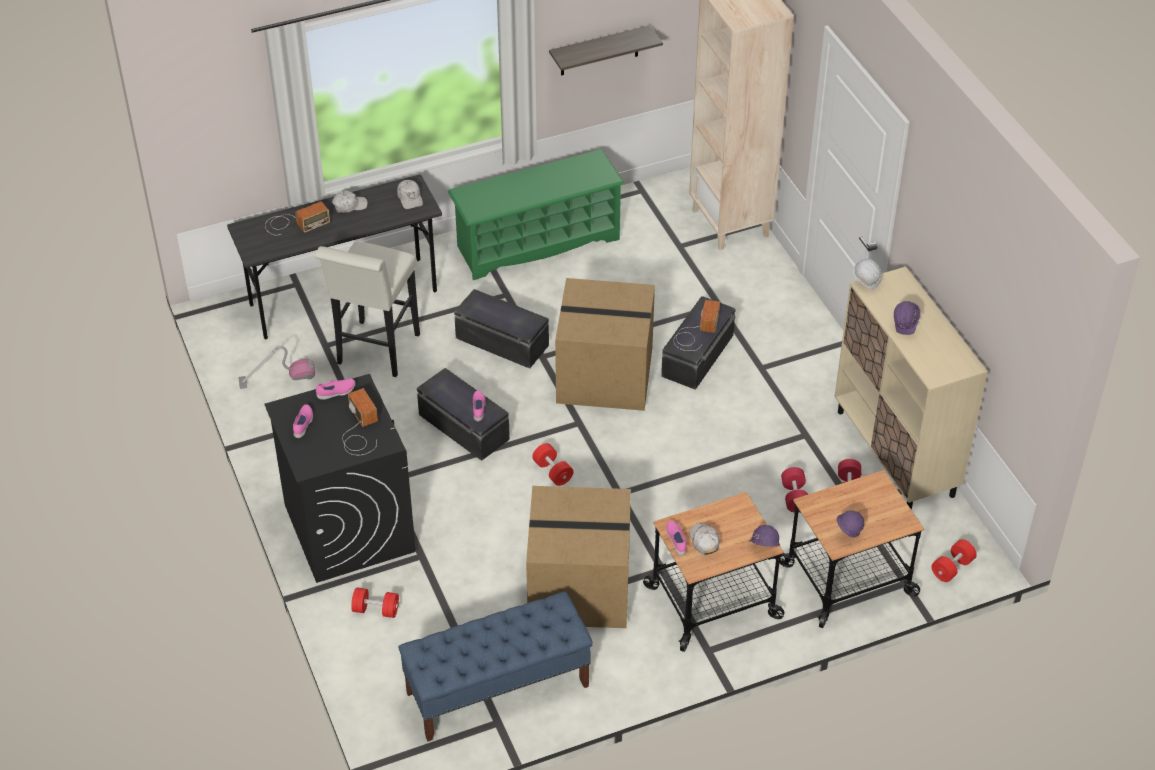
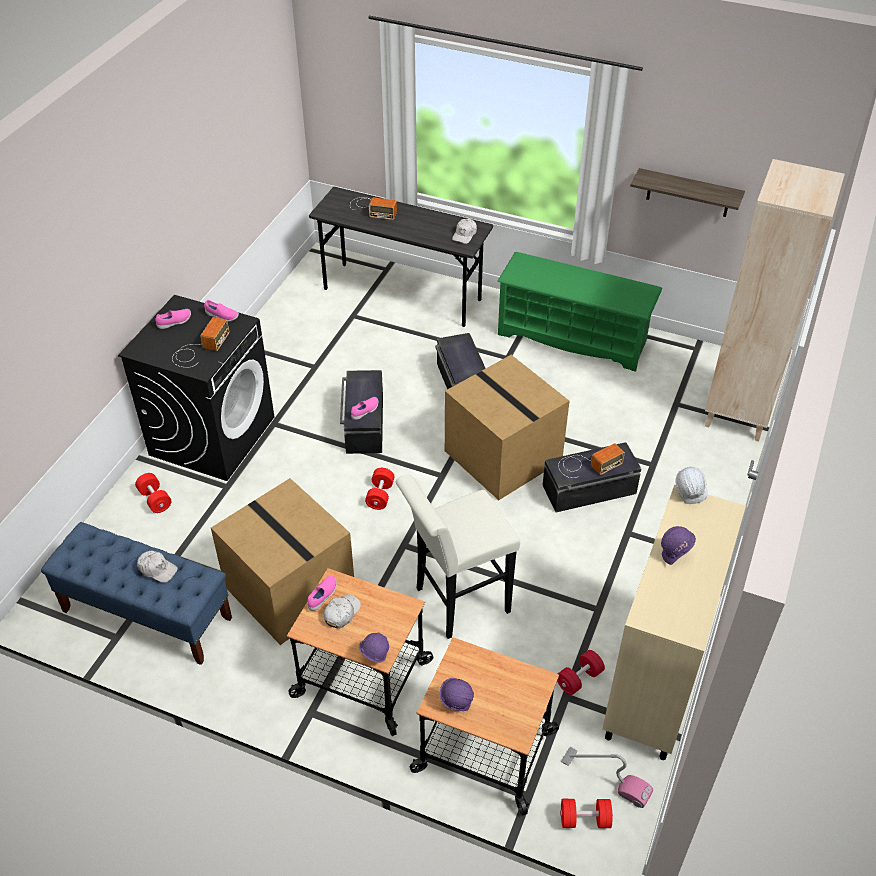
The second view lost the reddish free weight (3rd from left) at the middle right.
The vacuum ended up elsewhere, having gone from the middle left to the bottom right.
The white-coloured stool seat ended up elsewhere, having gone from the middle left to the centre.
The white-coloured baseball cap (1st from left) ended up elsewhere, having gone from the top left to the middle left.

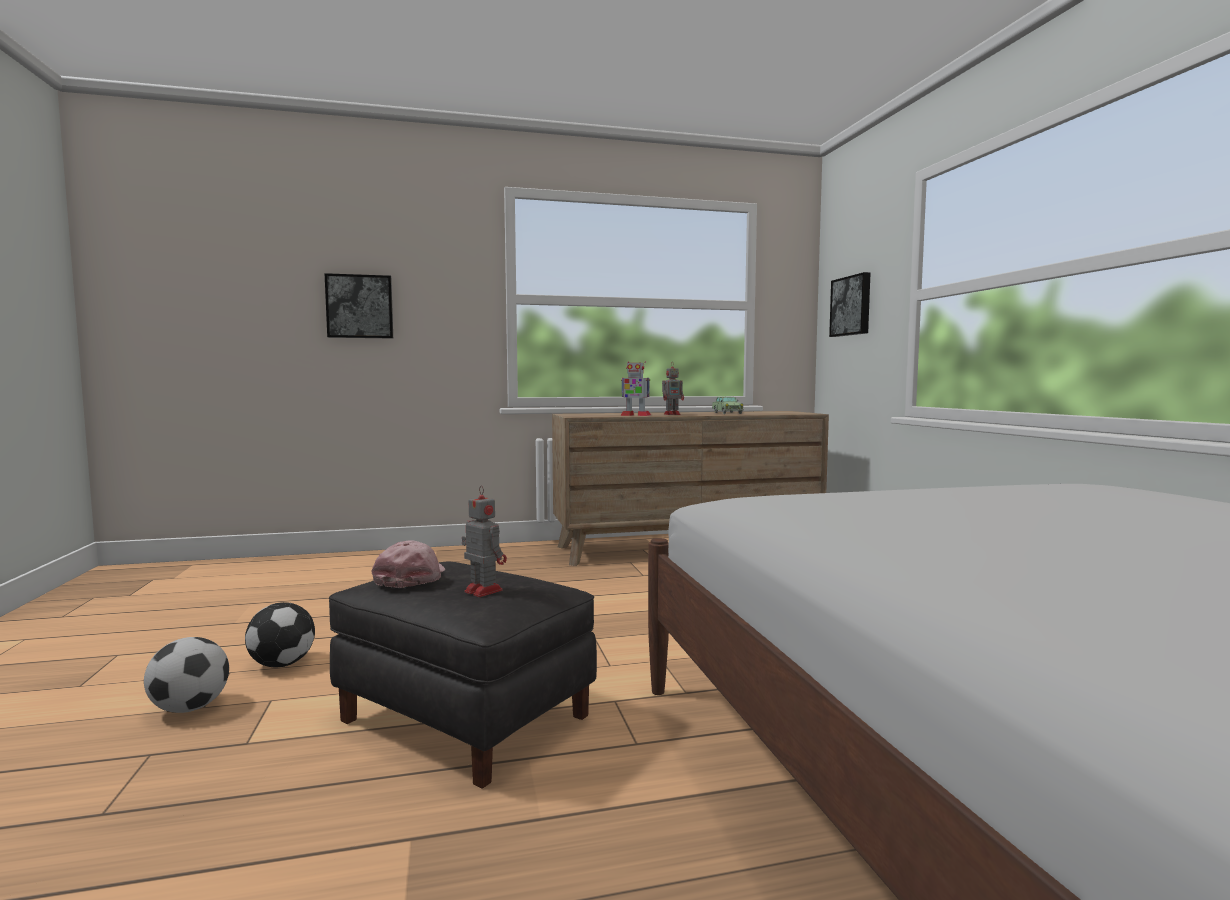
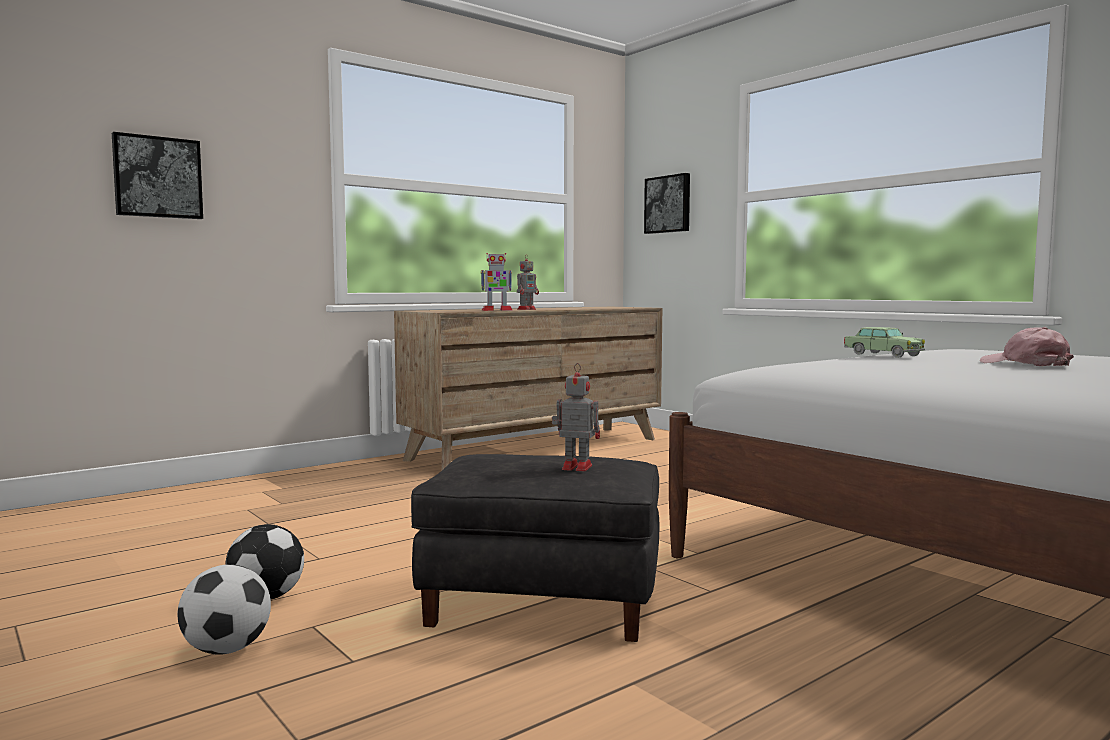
The pink-coloured baseball cap ended up elsewhere, having gone from the middle left to the middle right.
The model car ended up elsewhere, having gone from the centre to the middle right.

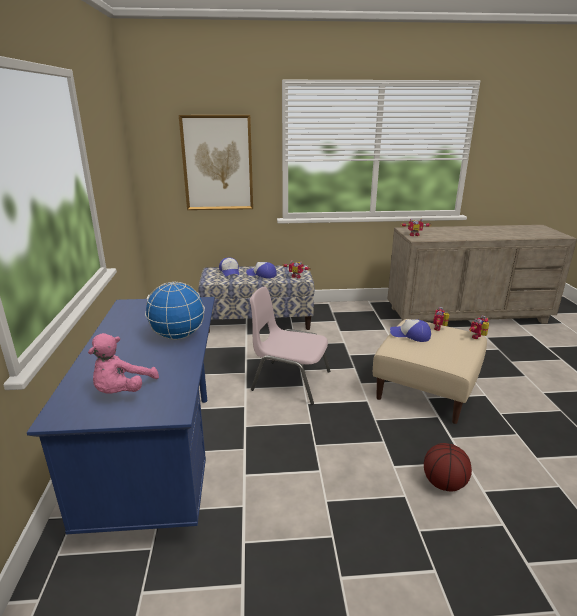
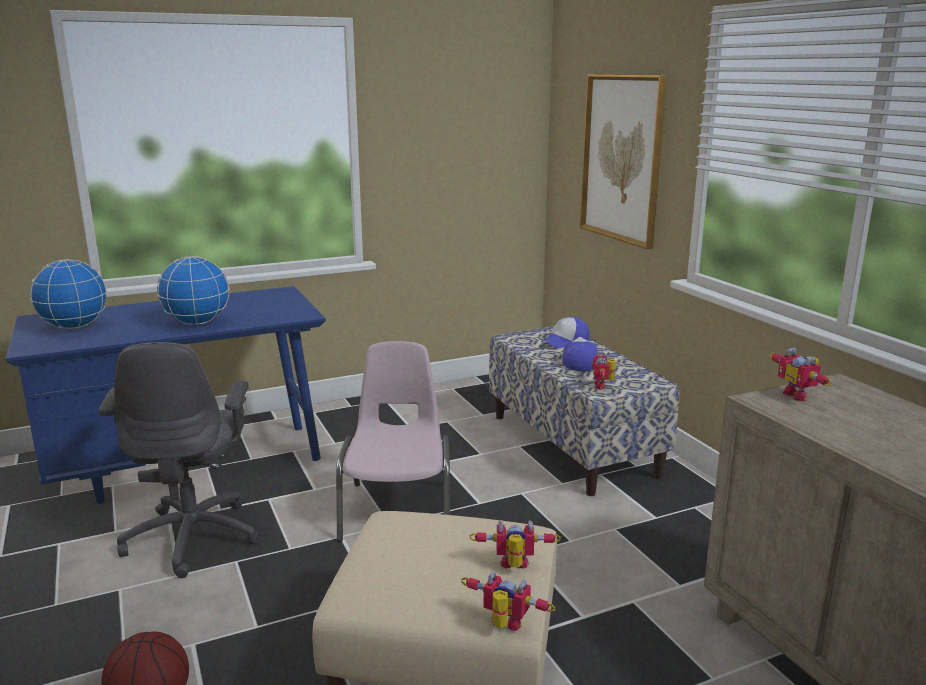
The second view lost the baseball cap (3rd from left) at the middle right.
The second view gained the gray computer chair at the bottom left.
Where the pink-coloured plush toy stood at the middle left, the desk globe (1st from left) came to stand at the middle left.

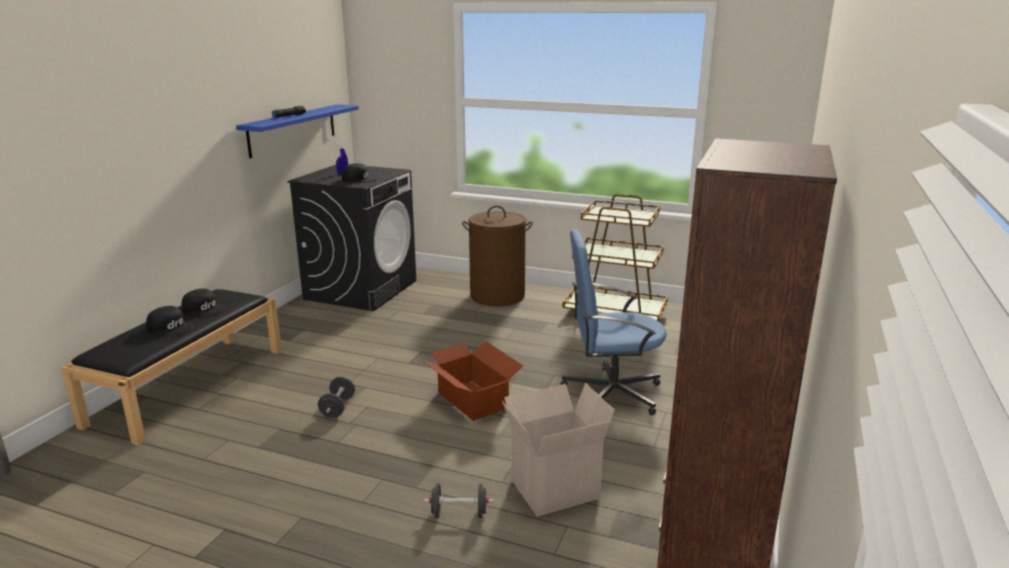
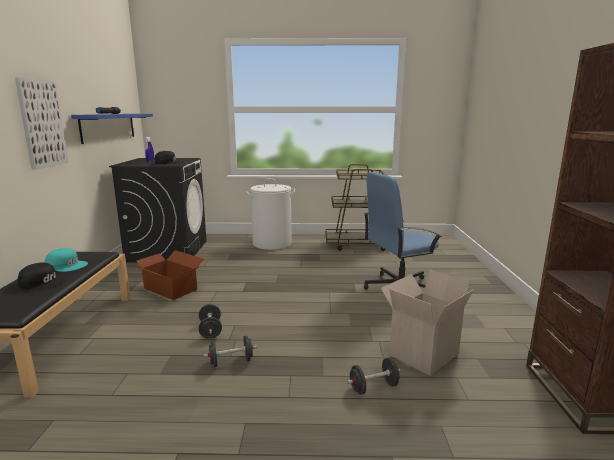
The second view gained the wall art at the top left.
The second view gained the black-coloured free weight (2nd from left) at the bottom centre.
The carton (1st from left) ended up elsewhere, having gone from the bottom centre to the middle left.
What was the black-coloured baseball cap (2nd from left) at the middle left turned into the blue-green baseball cap at the middle left.
What was the brown hamper at the centre turned into the white-coloured hamper at the centre.

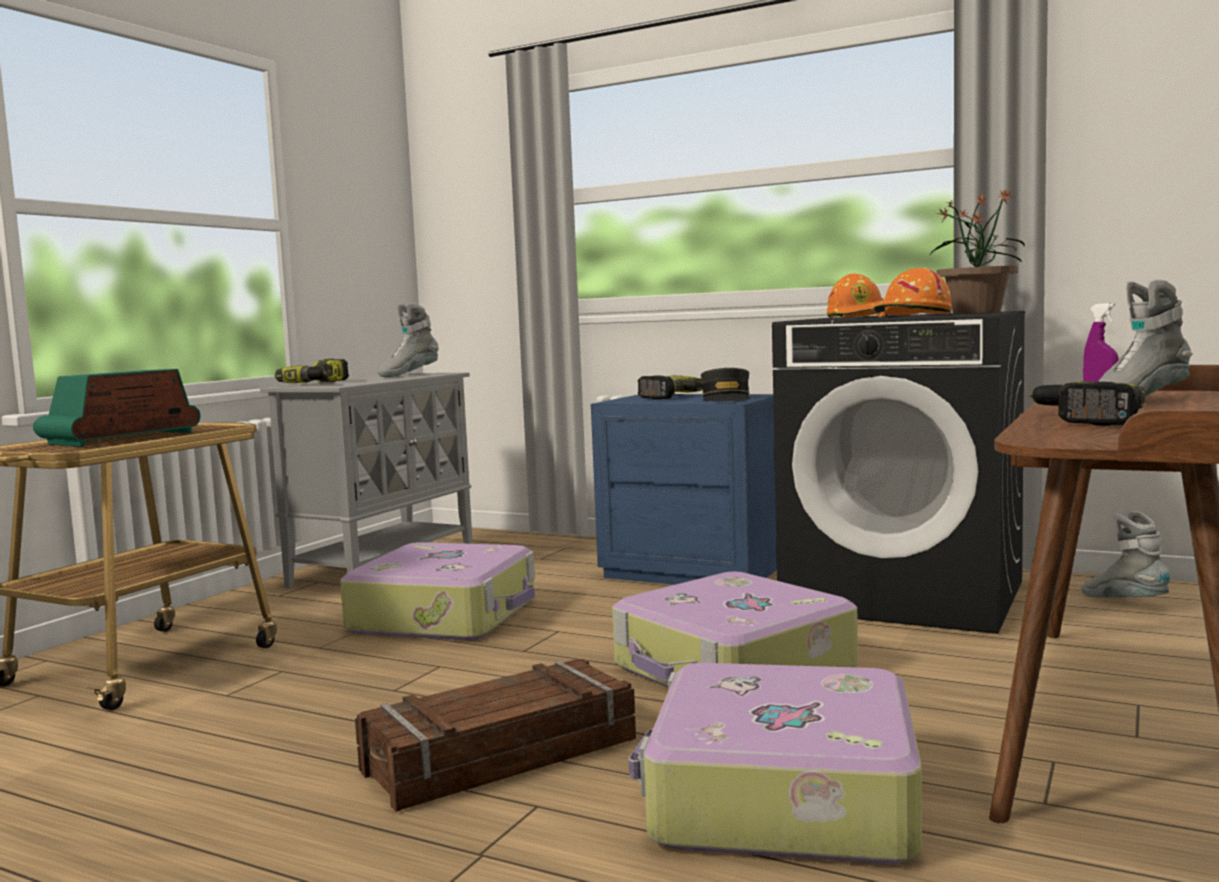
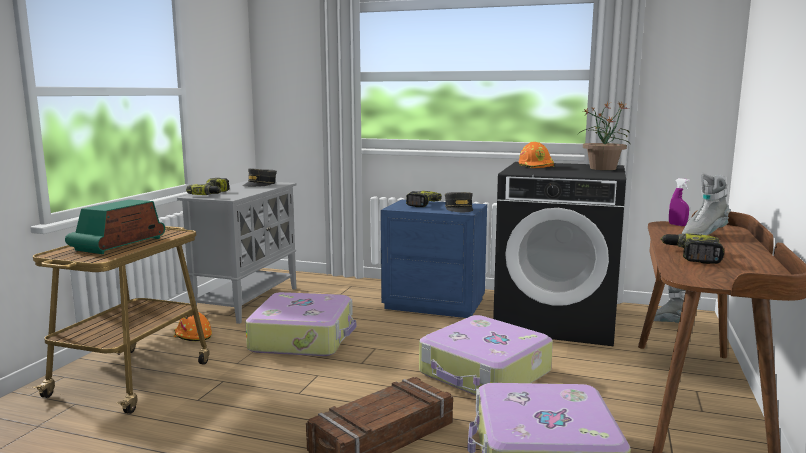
The orange-coloured safety helmet (2nd from left in the first image) ended up elsewhere, having gone from the top right to the bottom left.
Where the gray boot (1st from left) stood at the centre, the gray baseball cap (1st from left) came to stand at the middle left.

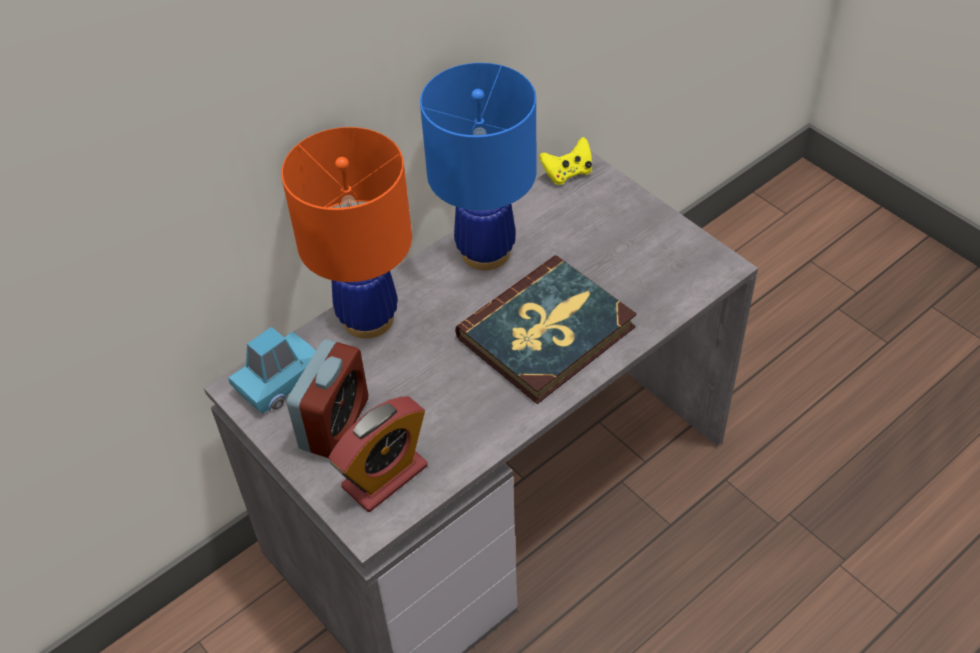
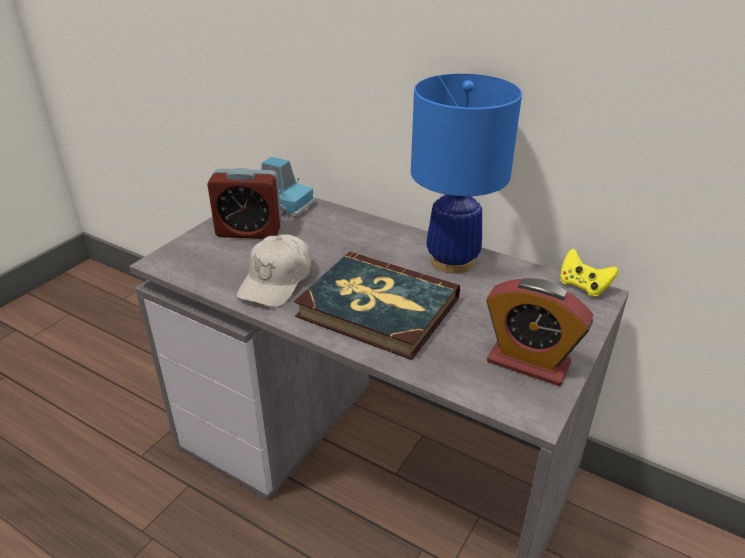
The second view lost the orange-coloured tabletop lamp at the centre.
The second view gained the white-coloured baseball cap at the centre.
The table clock (2nd from left) ended up elsewhere, having gone from the bottom centre to the middle right.

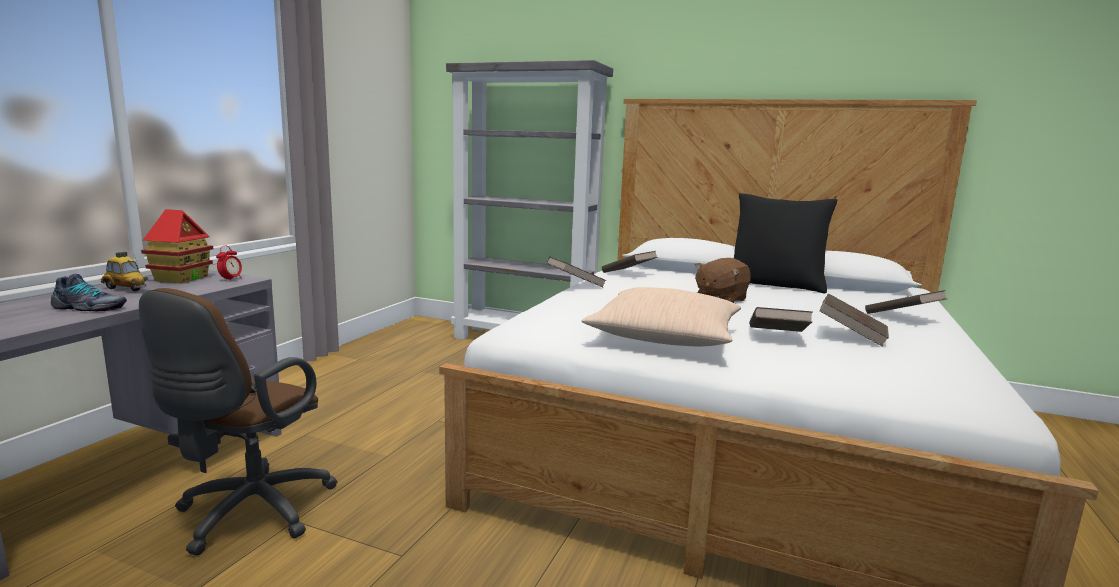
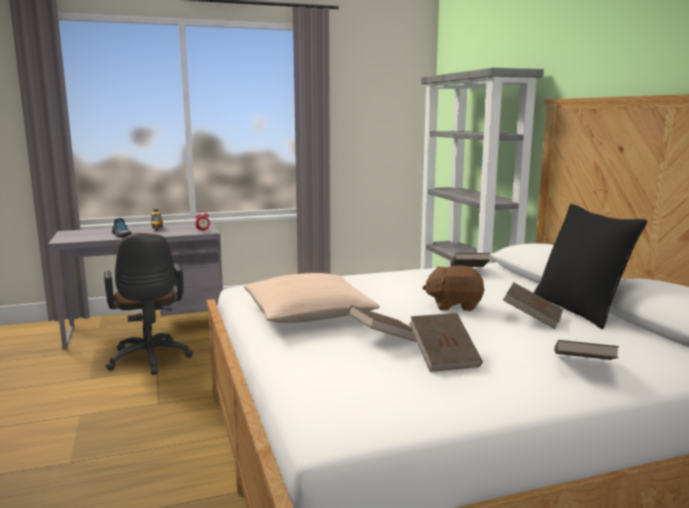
The second view lost the toy house at the middle left.
The brown book (1st from left in the first image) ended up elsewhere, having gone from the centre to the middle right.
The brown computer chair at the bottom left ended up facing another way, 90 degrees counterclockwise from before.

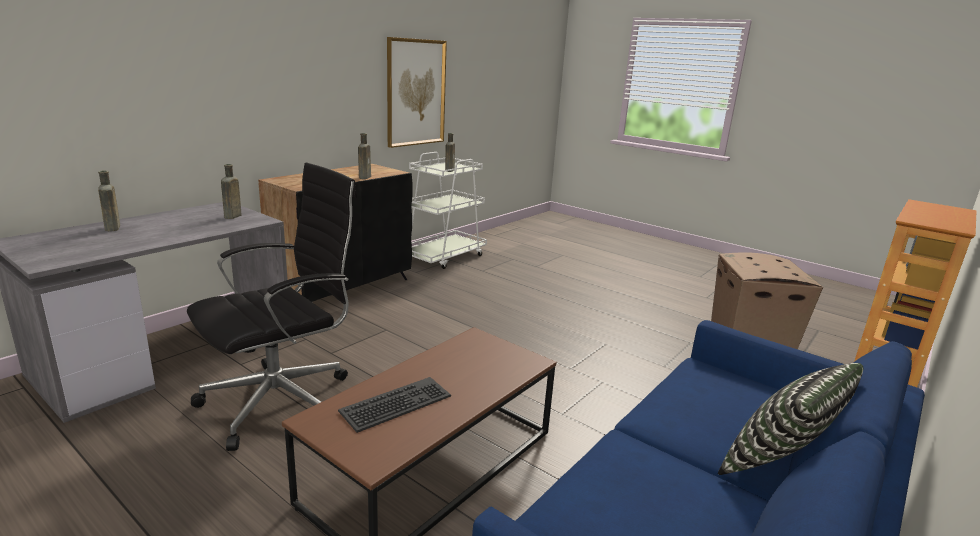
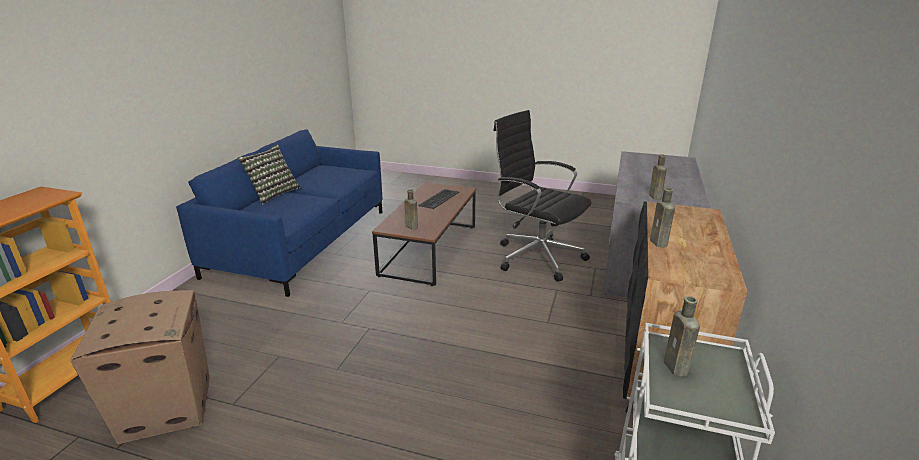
The second view lost the wall art at the top centre.
The brown beverage bottle (1st from left) ended up elsewhere, having gone from the middle left to the centre.
The black-coloured computer chair at the middle left ended up facing another way, 105 degrees clockwise from before.

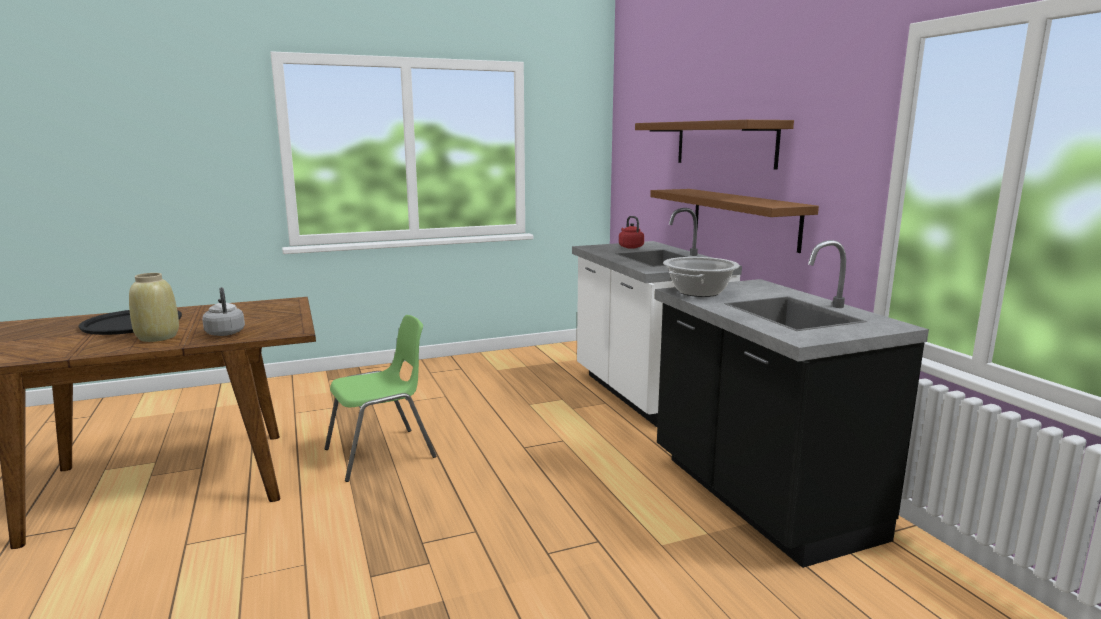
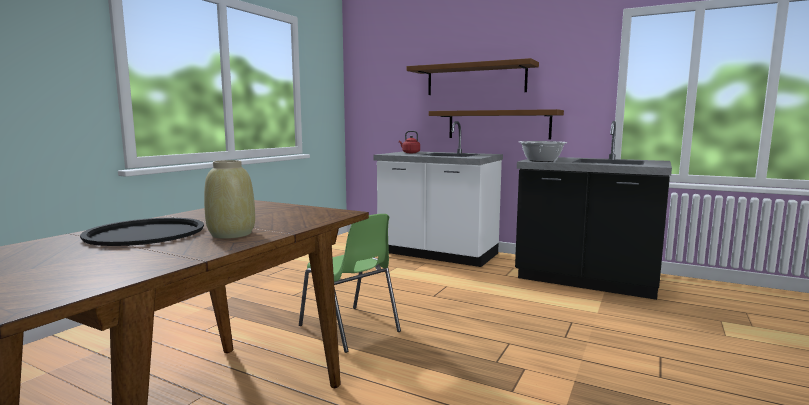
The second view lost the gray tea kettle at the middle left.
The green plain chair at the centre ended up facing another way, 120 degrees clockwise from before.

